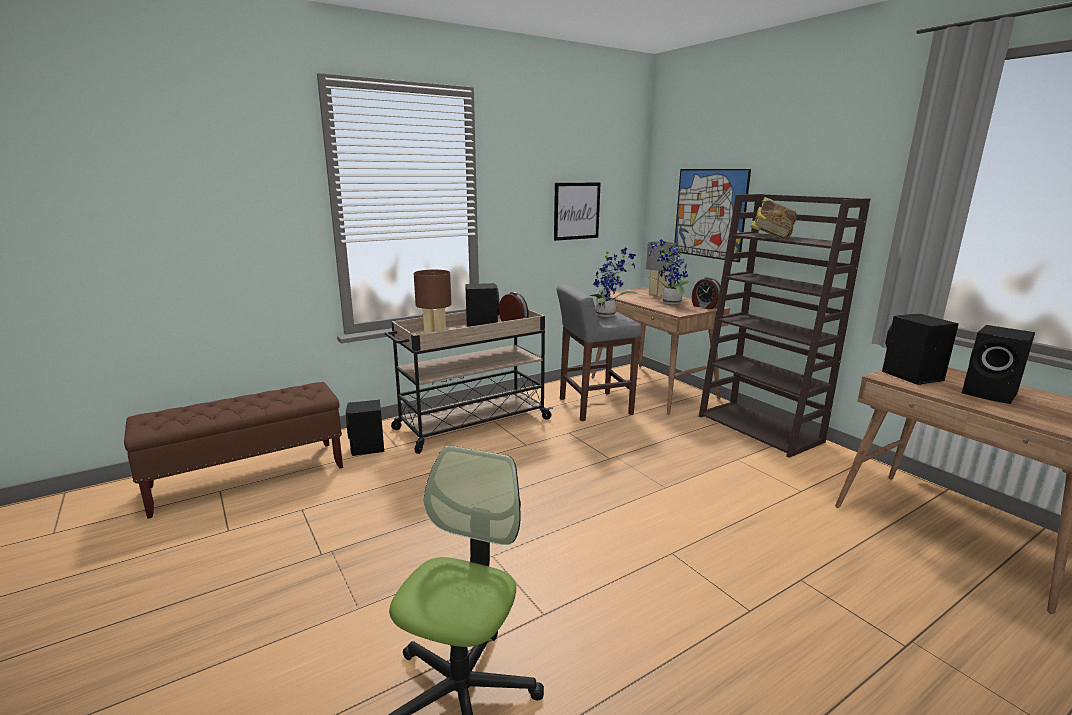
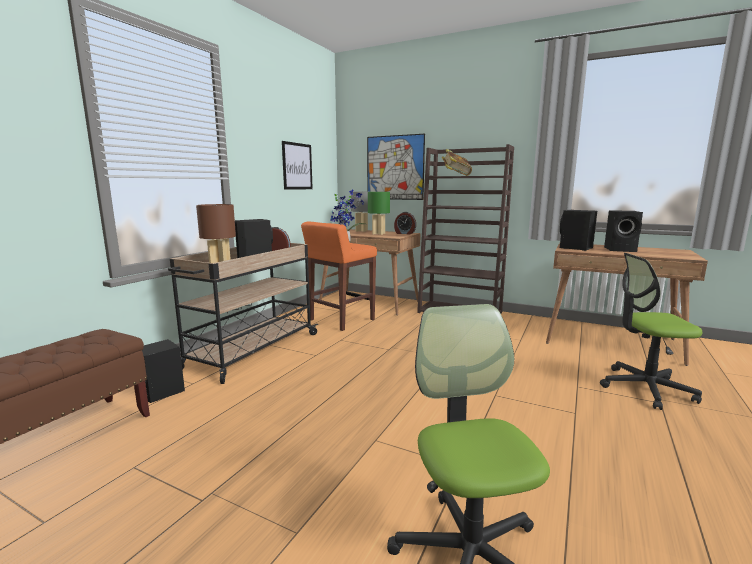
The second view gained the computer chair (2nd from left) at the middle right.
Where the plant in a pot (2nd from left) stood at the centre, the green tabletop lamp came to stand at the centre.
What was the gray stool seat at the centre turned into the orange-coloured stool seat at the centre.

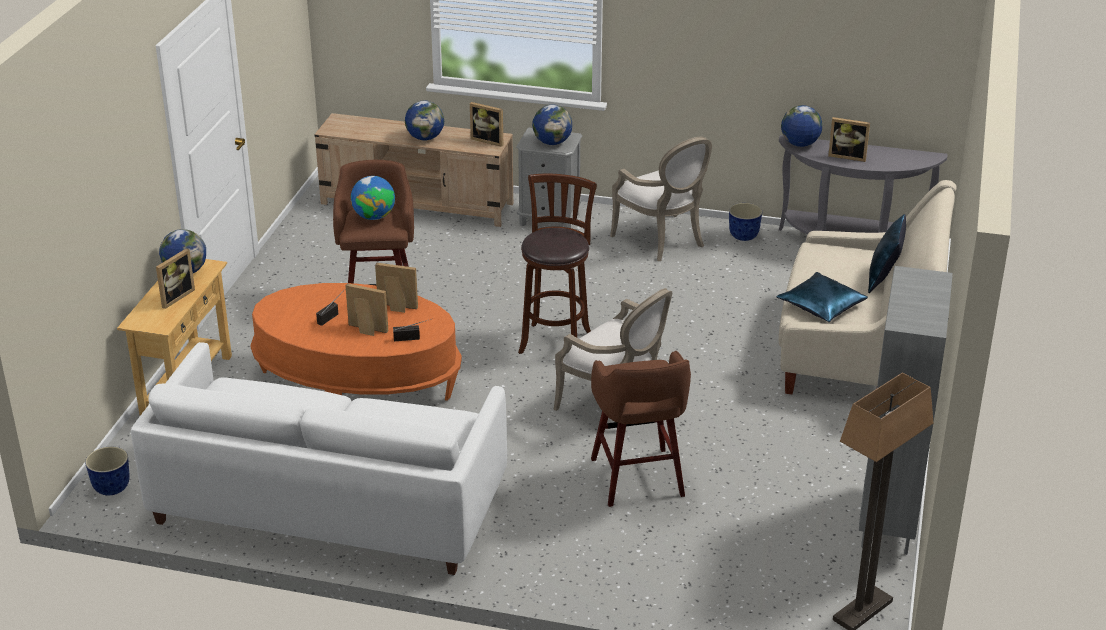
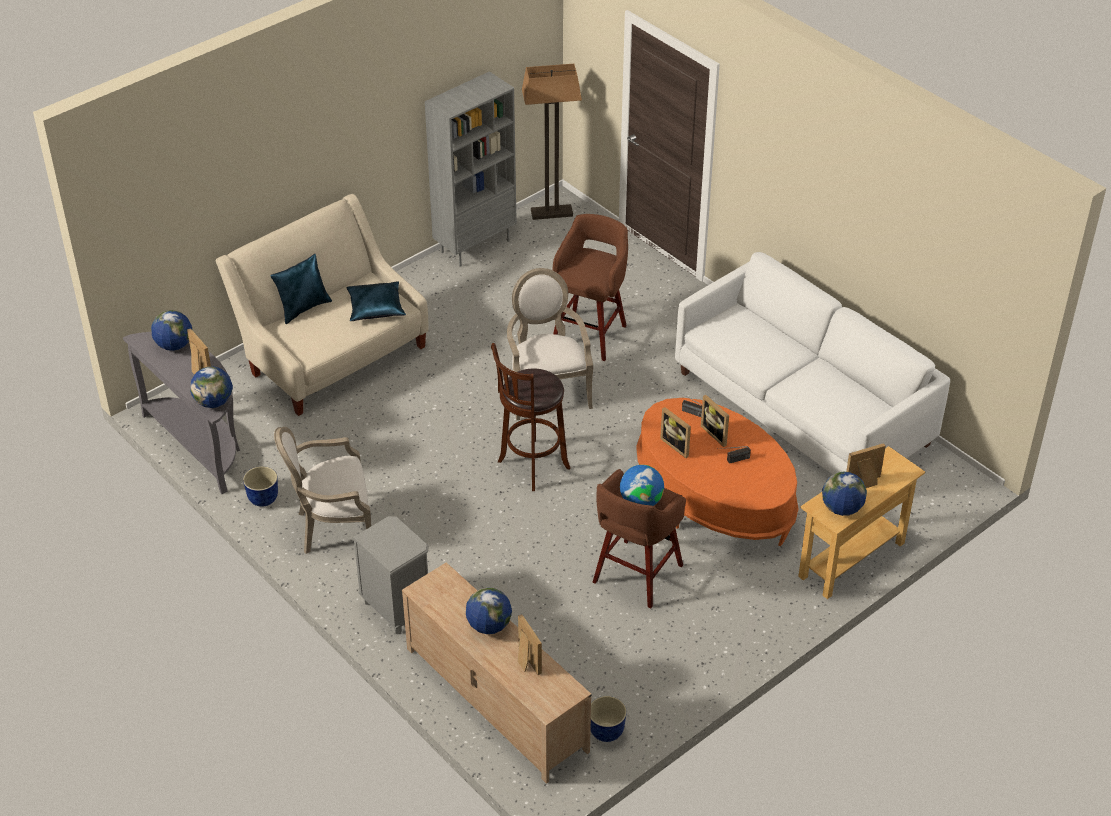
The flower pot (1st from left in the first image) ended up elsewhere, having gone from the bottom left to the bottom centre.
The picture frame (4th from left in the first image) ended up elsewhere, having gone from the top centre to the bottom centre.
The desk globe (4th from left in the first image) ended up elsewhere, having gone from the top centre to the middle left.
The easy chair (2nd from left in the first image) at the top centre ended up facing another way, 105 degrees counterclockwise from before.

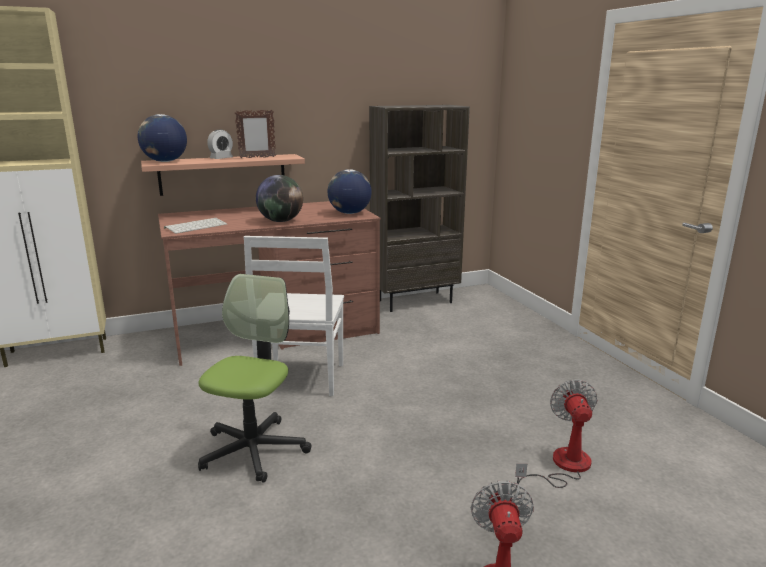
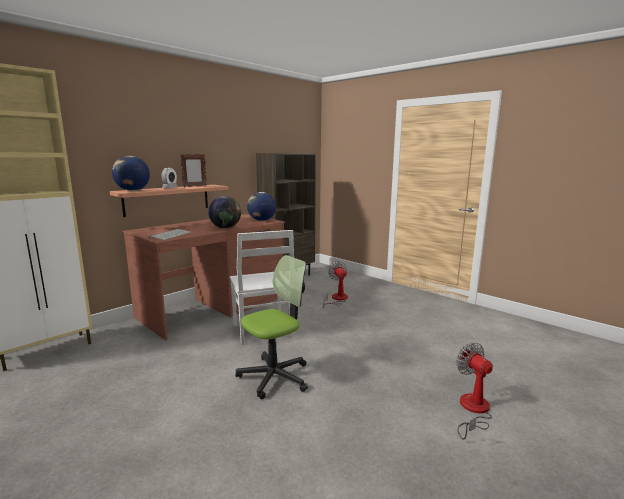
The cooling fan (2nd from left in the first image) ended up elsewhere, having gone from the bottom right to the centre.
The computer chair at the bottom left ended up facing another way, 60 degrees clockwise from before.

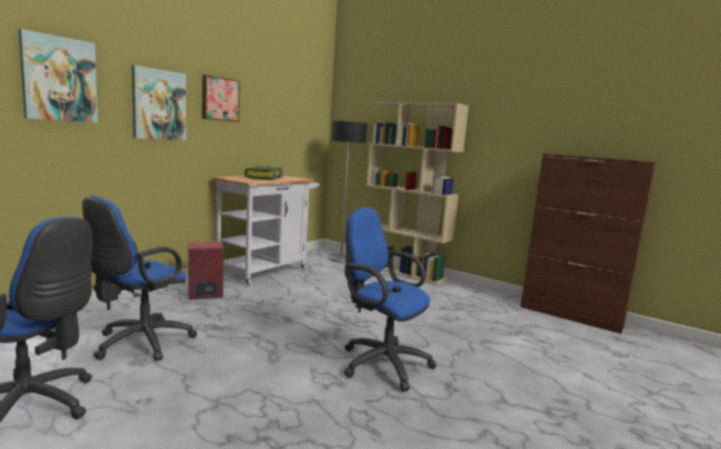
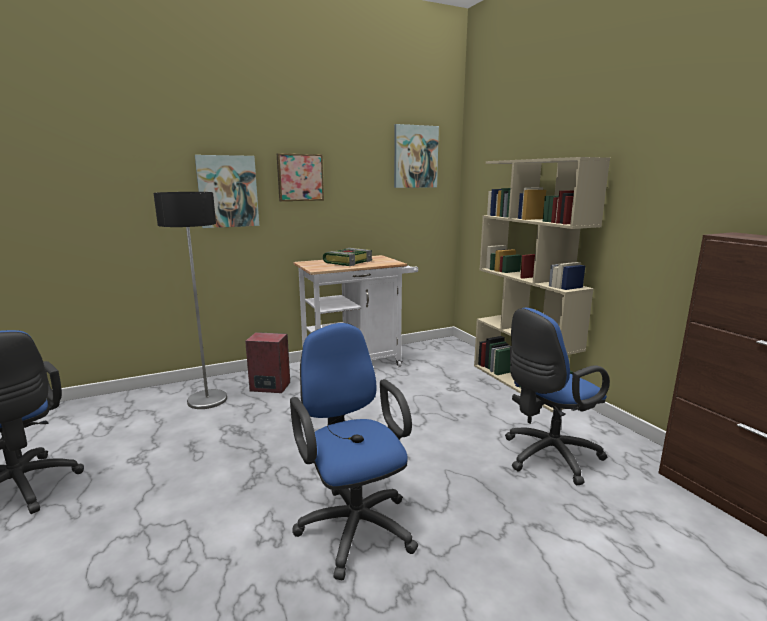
The wall art (1st from left in the first image) ended up elsewhere, having gone from the top left to the top centre.
The bluish computer chair (2nd from left in the first image) ended up elsewhere, having gone from the middle left to the middle right.
The floor lamp ended up elsewhere, having gone from the centre to the middle left.

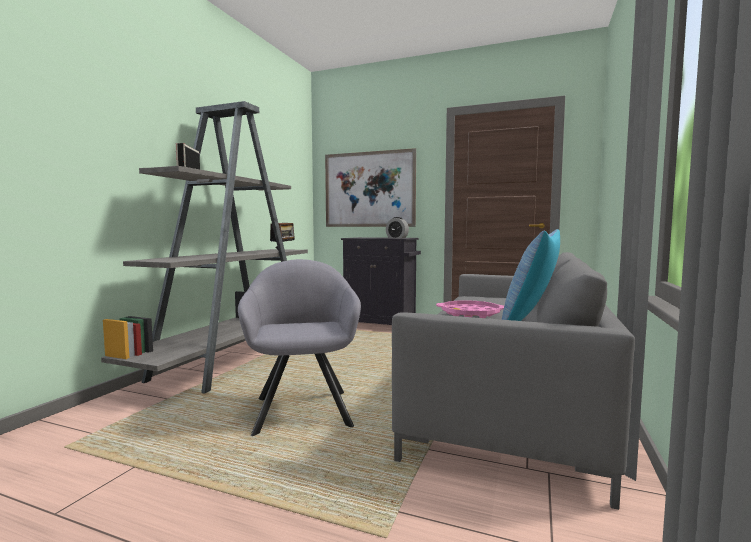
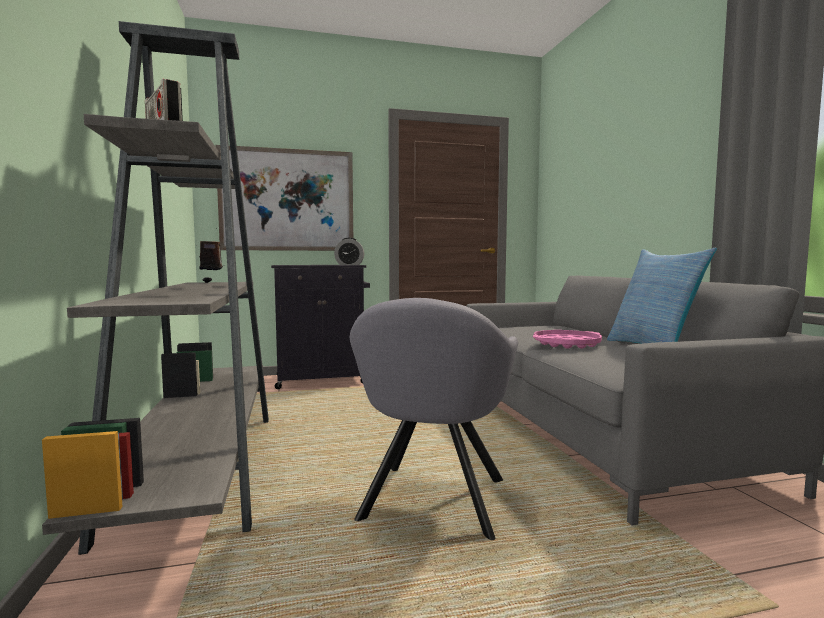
The gray easy chair at the centre ended up facing another way, 120 degrees counterclockwise from before.

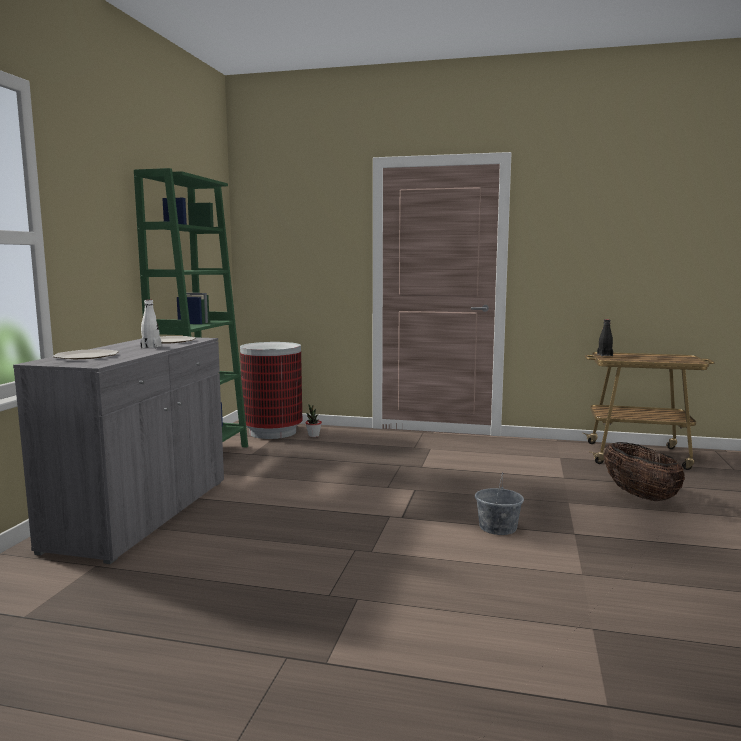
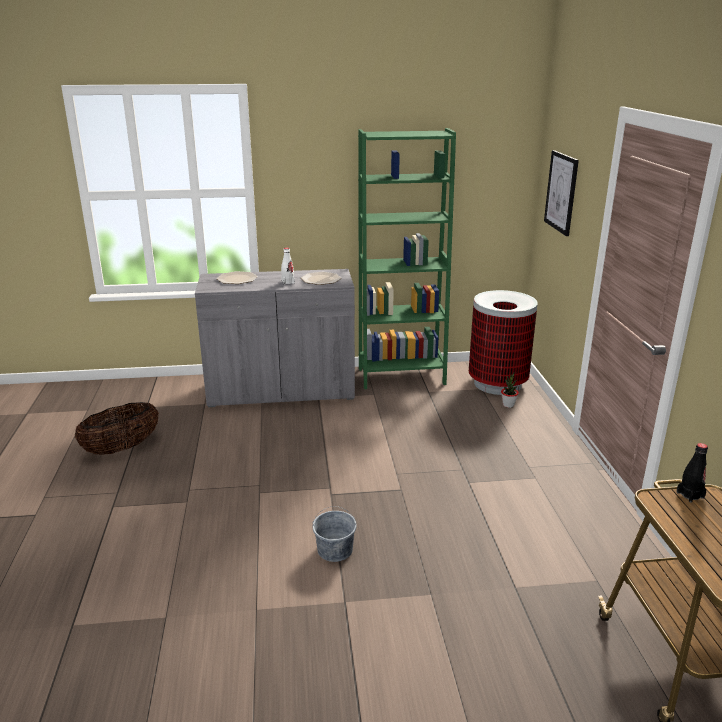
The second view gained the wall art at the top right.
The household basket ended up elsewhere, having gone from the middle right to the middle left.

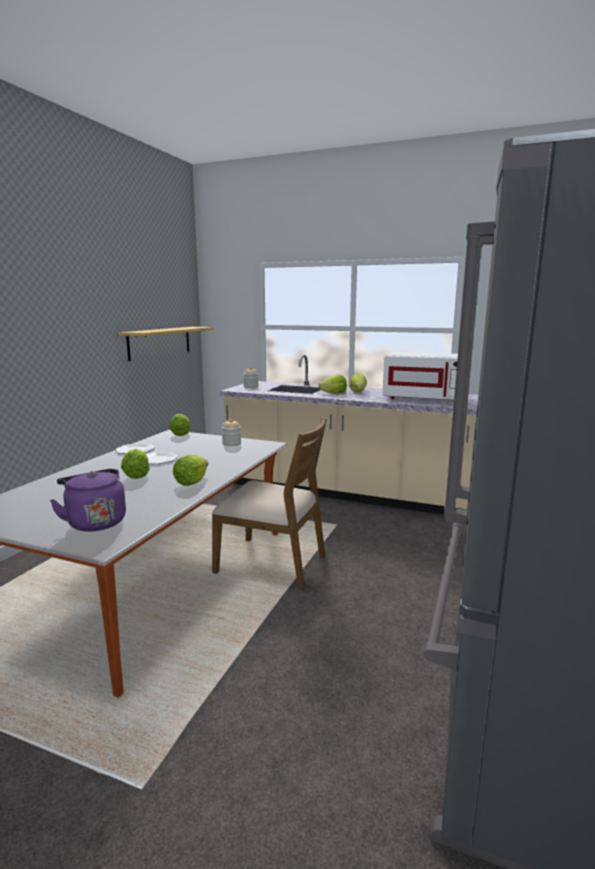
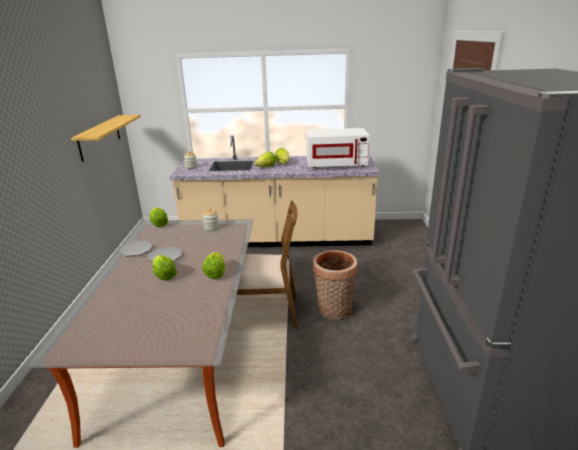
The second view lost the purple tea kettle at the middle left.
The second view gained the household basket at the centre.

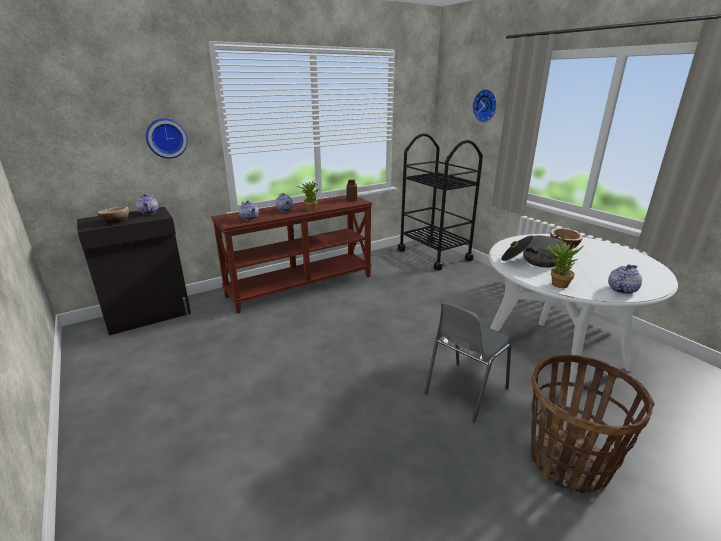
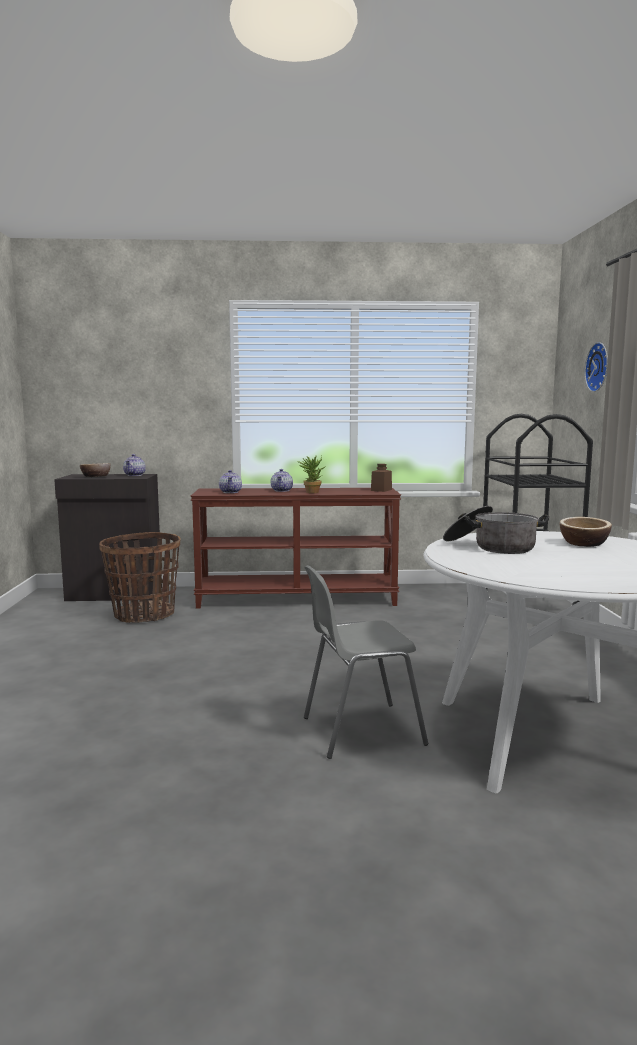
The second view lost the wall clock (1st from left) at the top left.
The second view lost the plant in a pot (2nd from left) at the middle right.
The second view lost the tea pot (4th from left) at the middle right.
The household basket ended up elsewhere, having gone from the bottom right to the middle left.

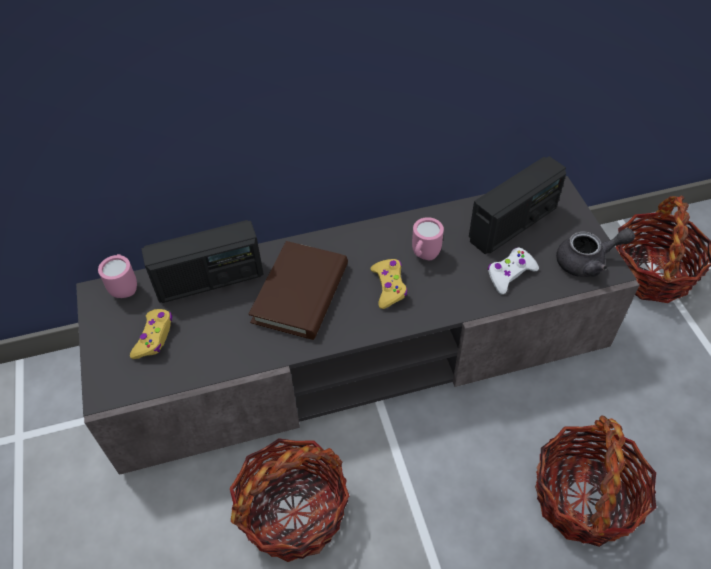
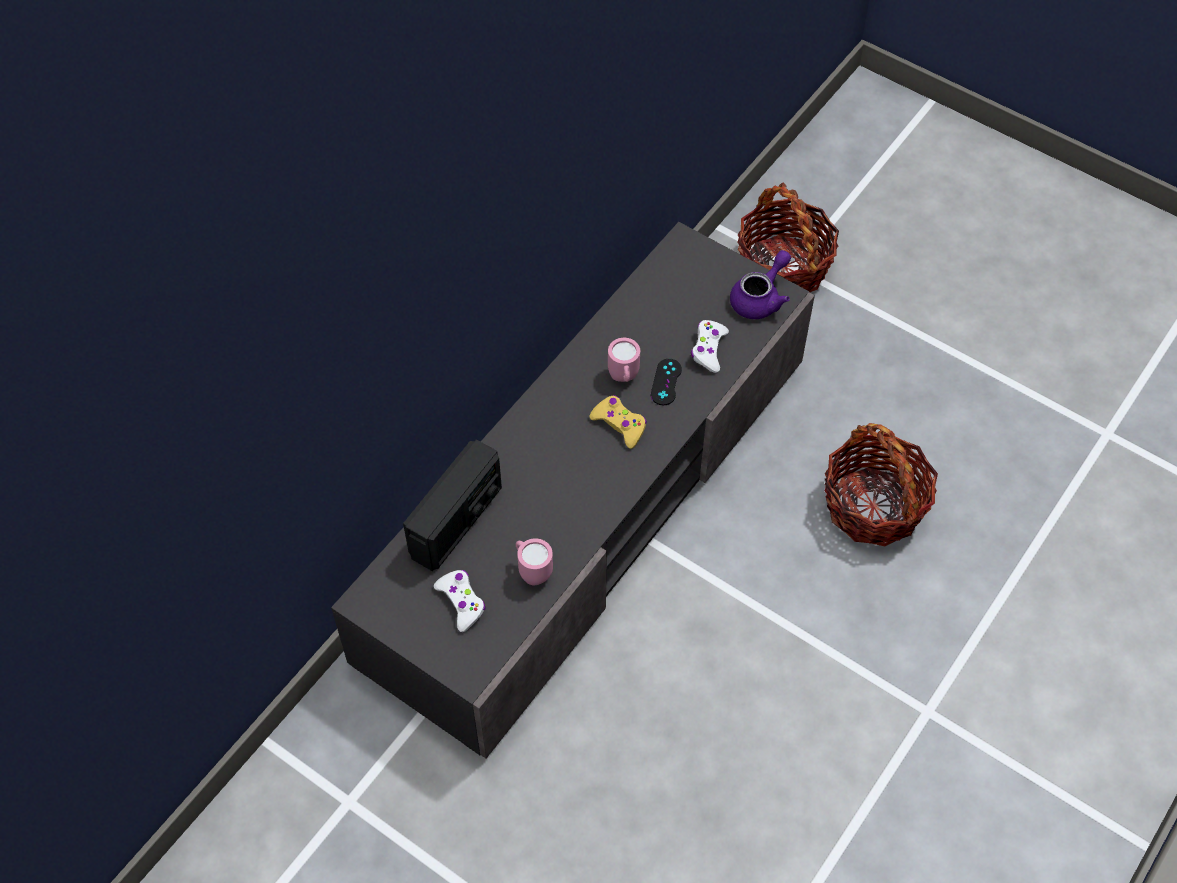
The second view lost the household basket (1st from left) at the bottom centre.
The second view lost the brown book at the centre.
The second view lost the radio set (2nd from left) at the middle right.
The second view gained the black-coloured gamepad at the centre.
The pink-coloured coffee mug (1st from left) ended up elsewhere, having gone from the middle left to the centre.
What was the yellow-coloured gamepad (1st from left) at the middle left turned into the white-coloured gamepad (1st from left) at the bottom centre.
What was the gray tea pot at the middle right turned into the purple tea pot at the top centre.

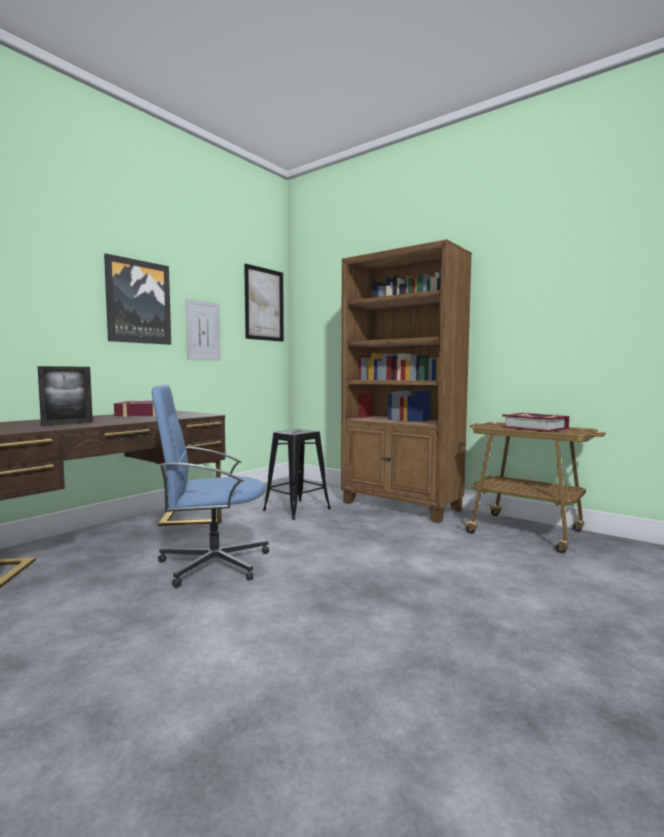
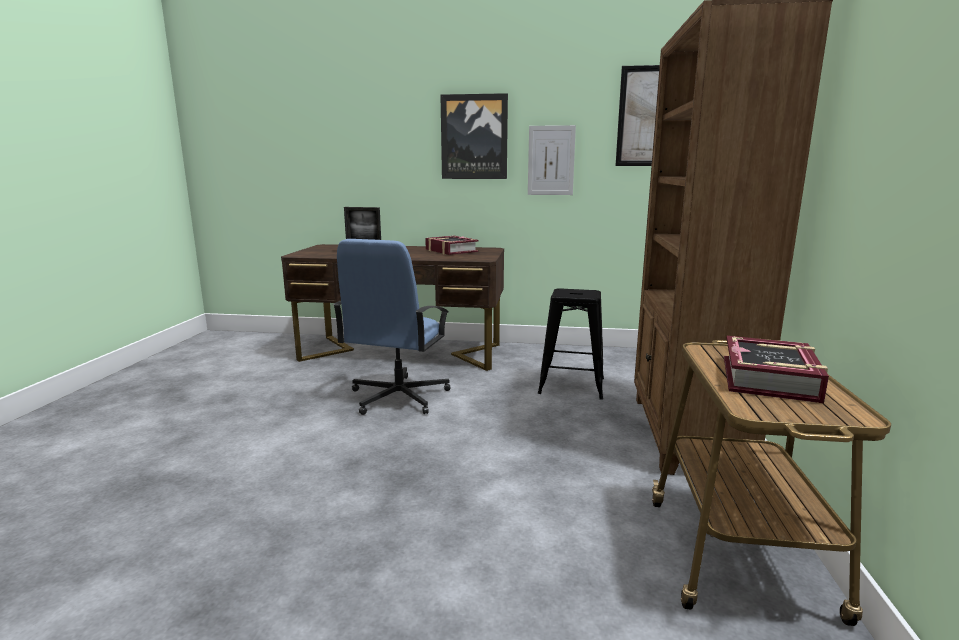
The bluish computer chair at the middle left ended up facing another way, 120 degrees counterclockwise from before.

